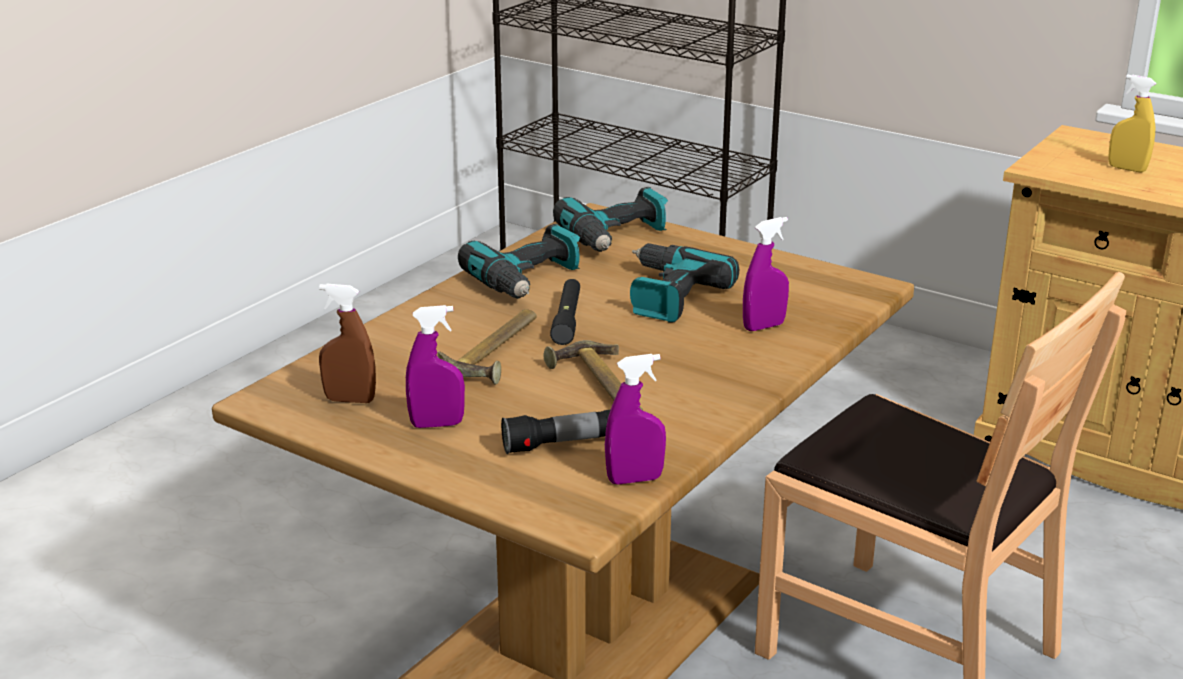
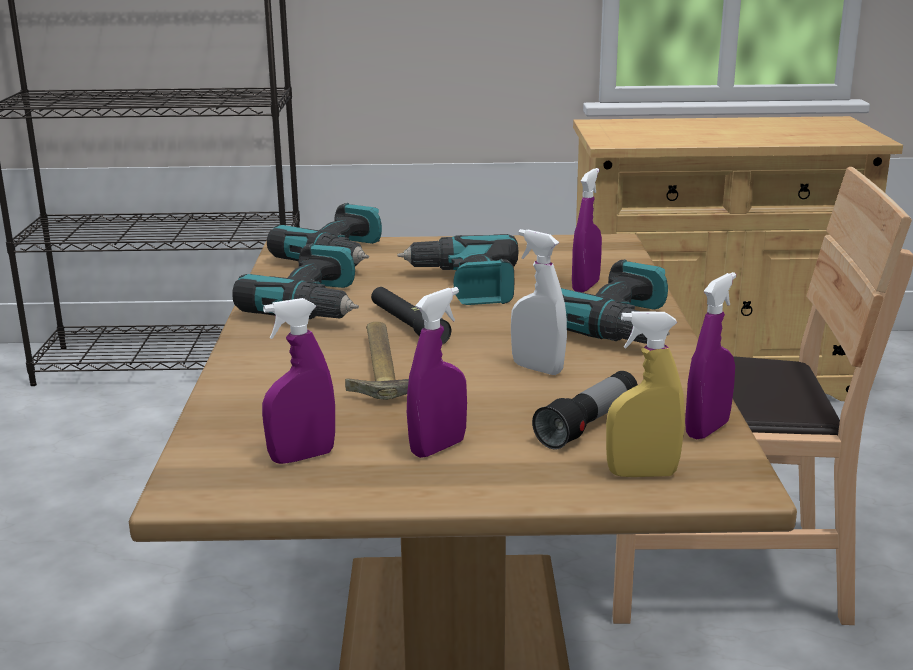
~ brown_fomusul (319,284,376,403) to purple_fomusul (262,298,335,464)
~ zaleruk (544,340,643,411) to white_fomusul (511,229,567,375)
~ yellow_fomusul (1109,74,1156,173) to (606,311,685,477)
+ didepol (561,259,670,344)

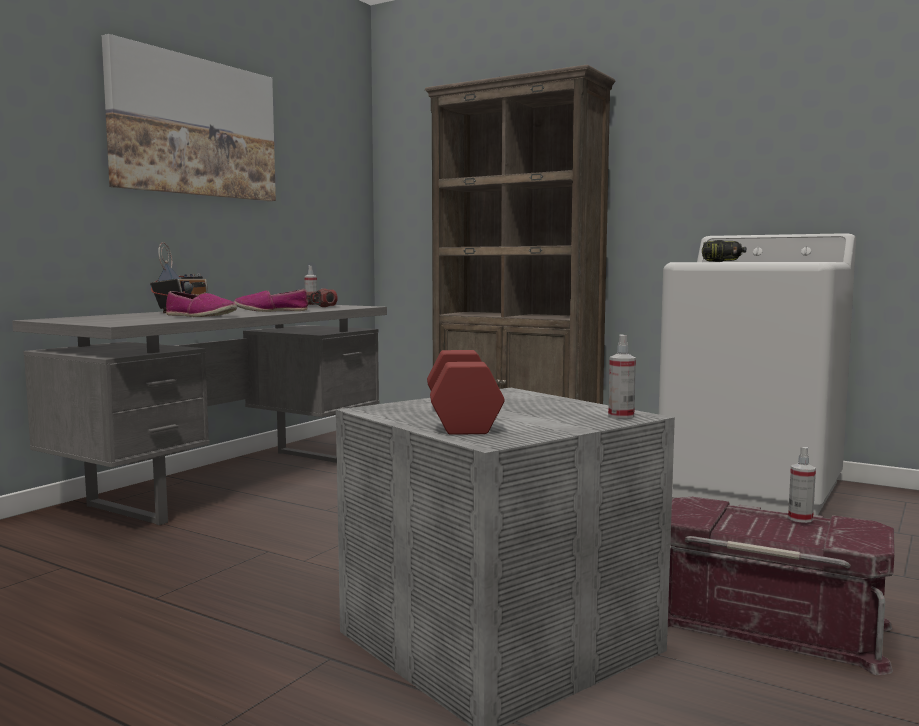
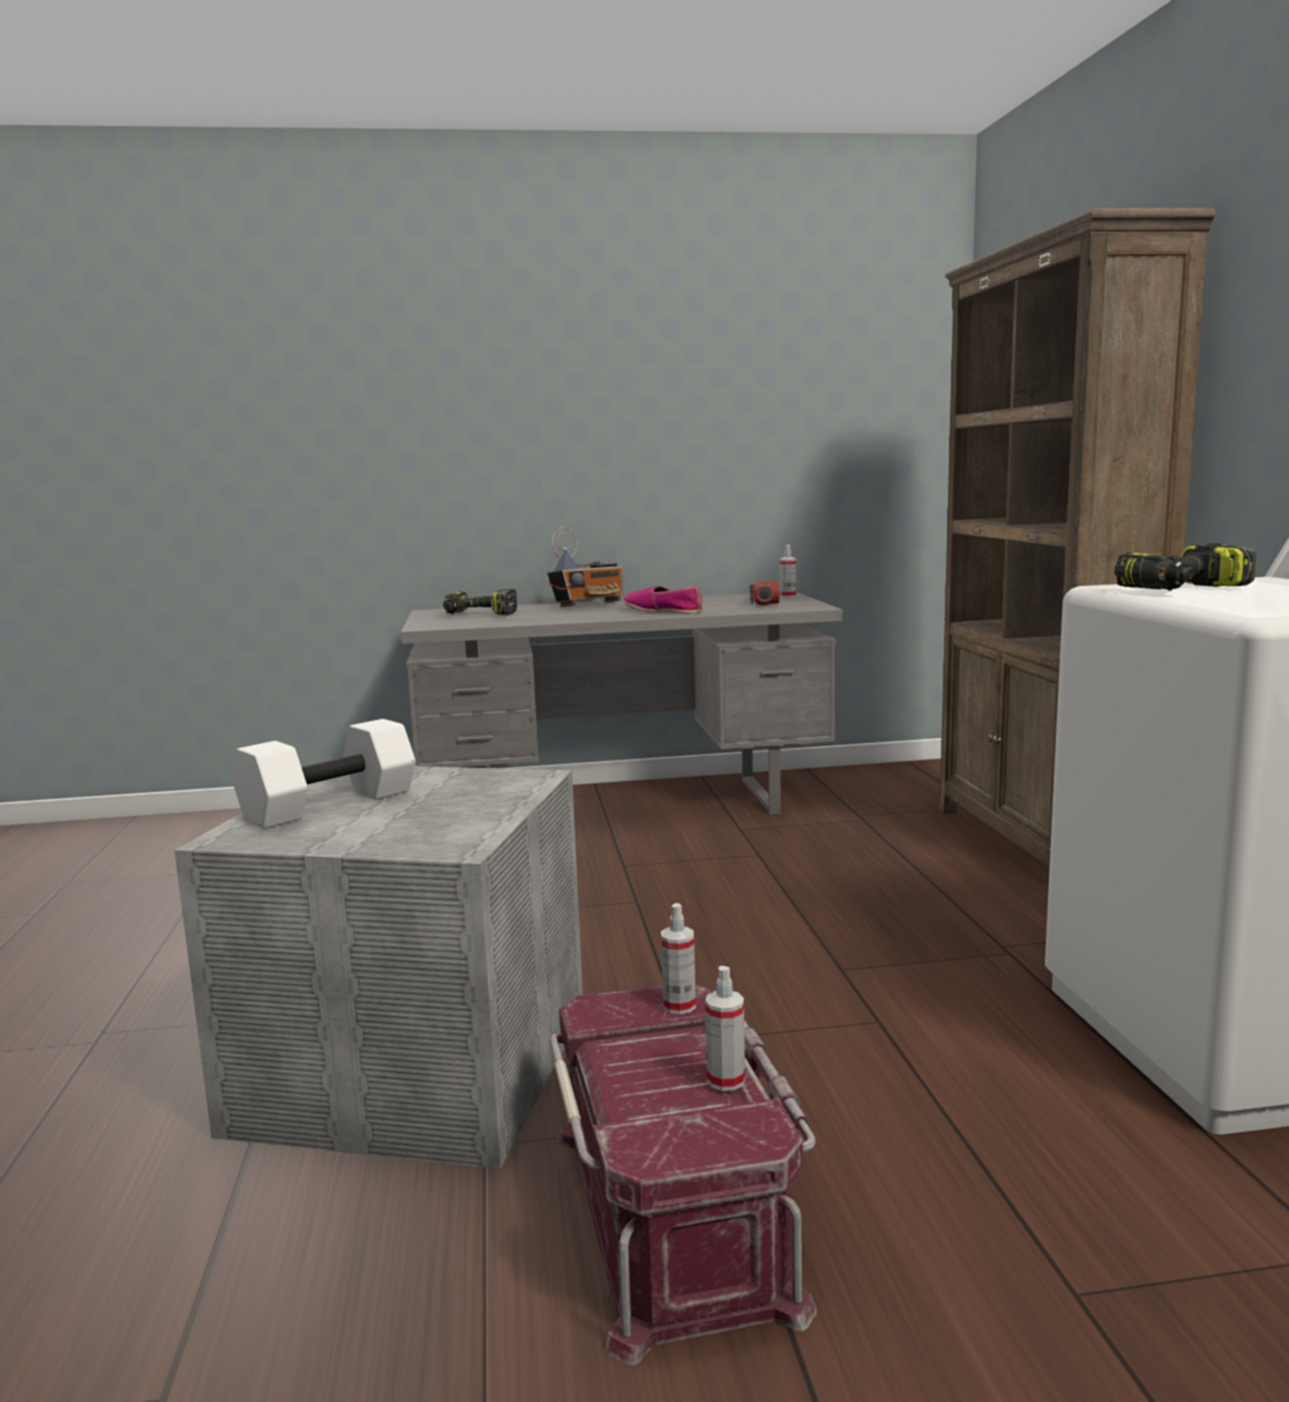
- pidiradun (102,34,276,201)
- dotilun (166,291,237,317)
~ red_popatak (427,350,505,435) to white_popatak (232,719,416,829)
~ fomusul (608,334,636,419) to (661,903,696,1014)
+ didepol (443,589,517,615)

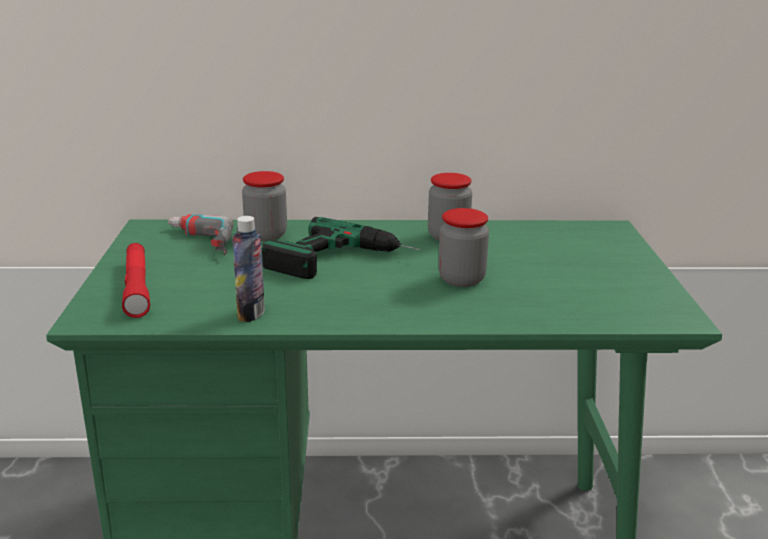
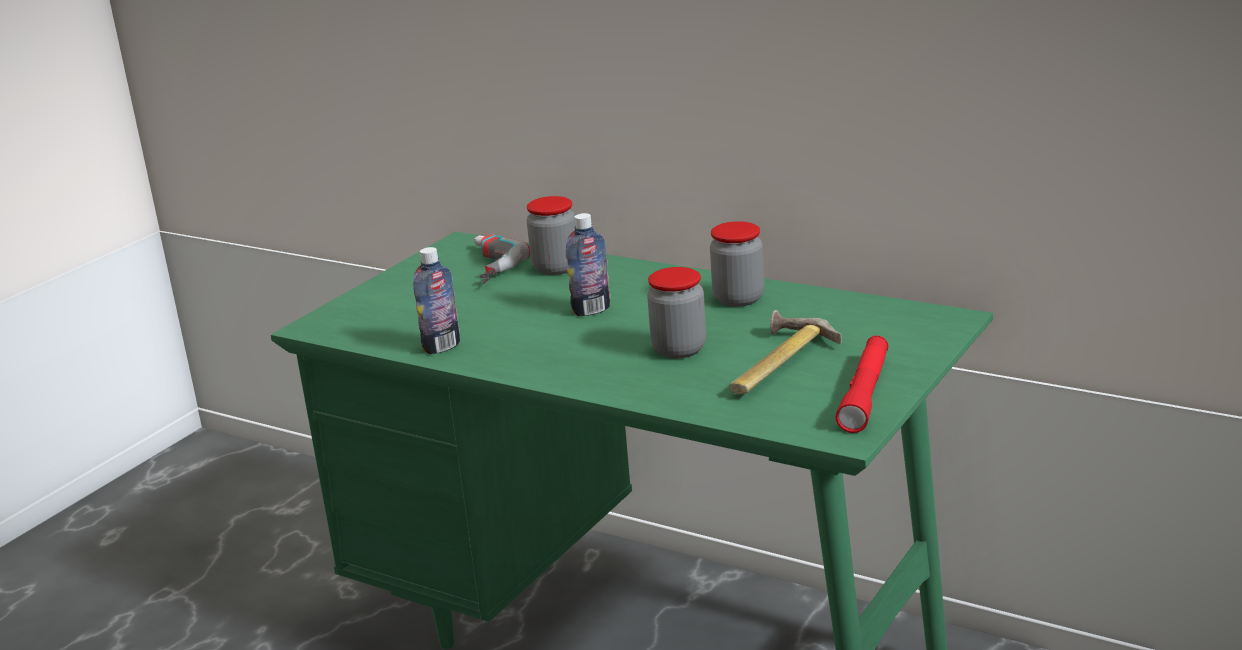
~ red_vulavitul (122,243,150,318) to (835,336,888,433)
~ didepol (262,217,421,279) to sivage (566,213,610,316)
+ zaleruk (729,310,842,395)

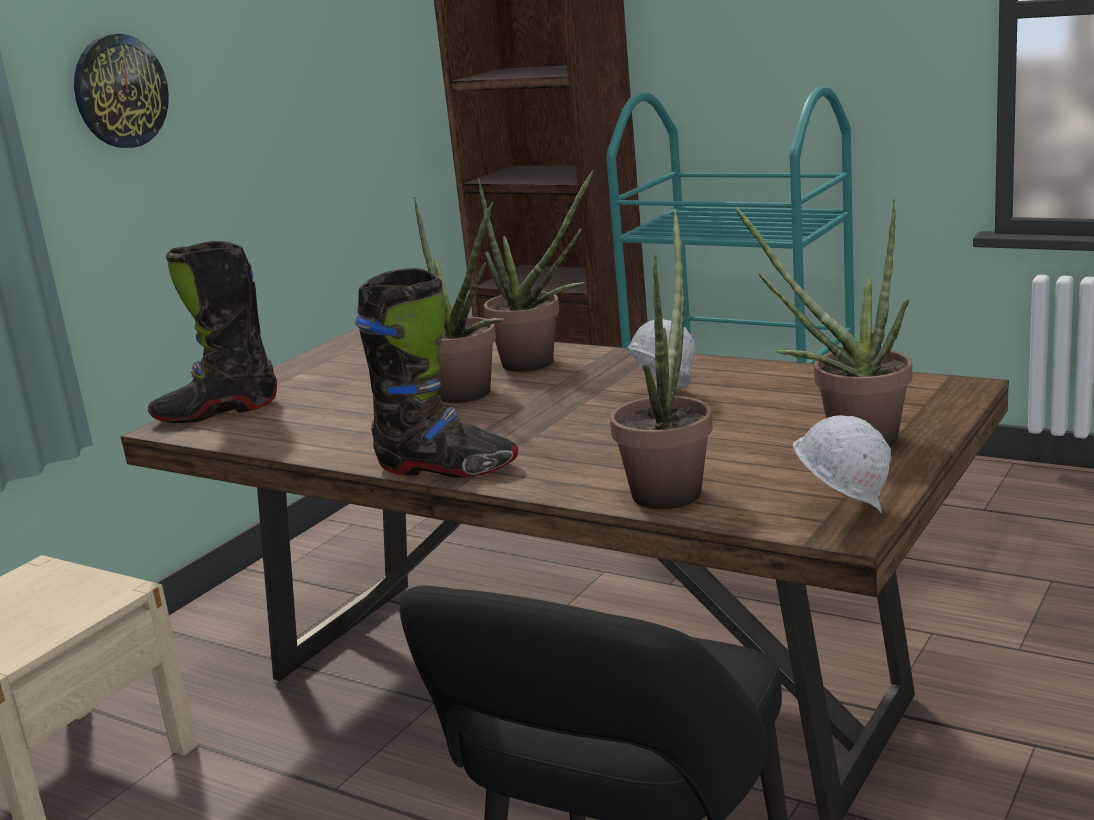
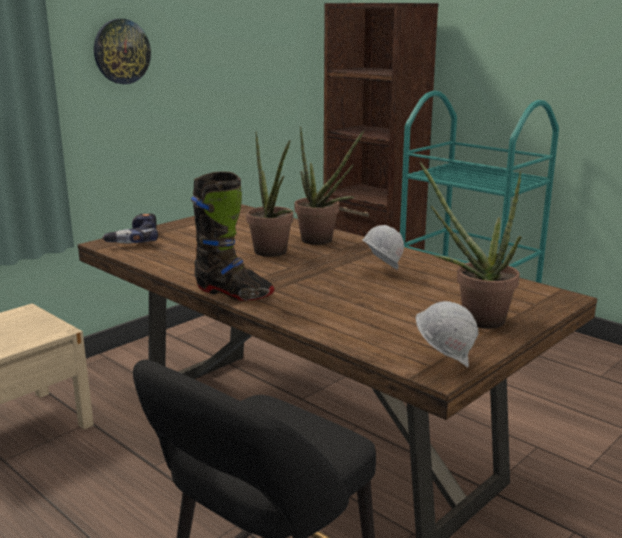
~ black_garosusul (148,241,277,423) to didepol (102,214,158,244)
- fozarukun (610,212,713,509)

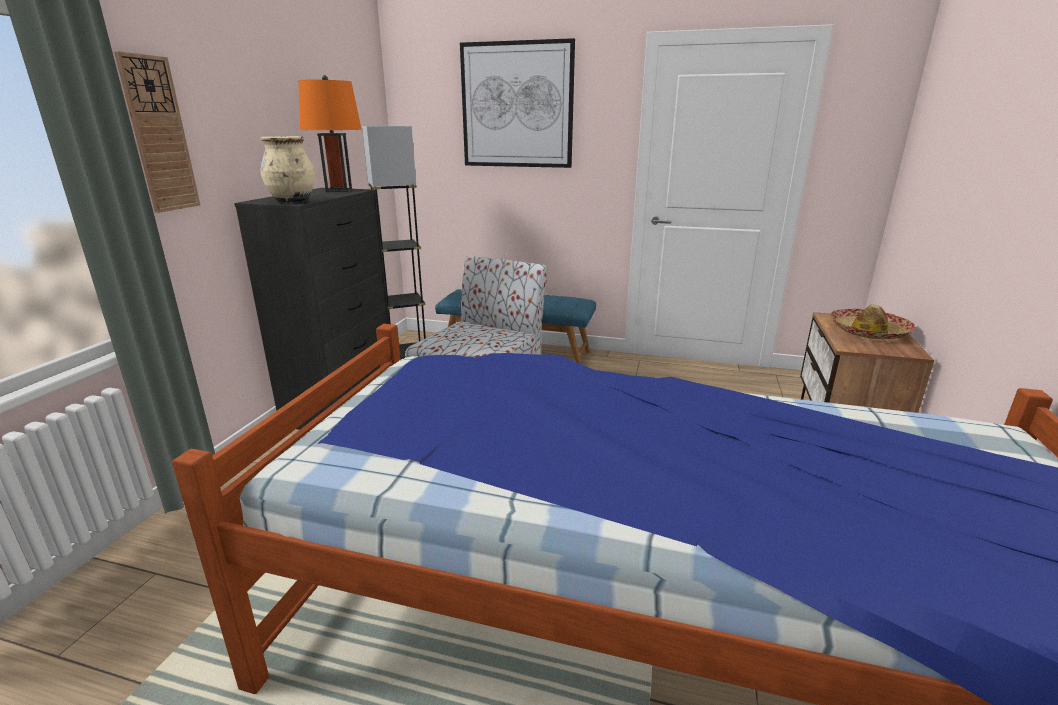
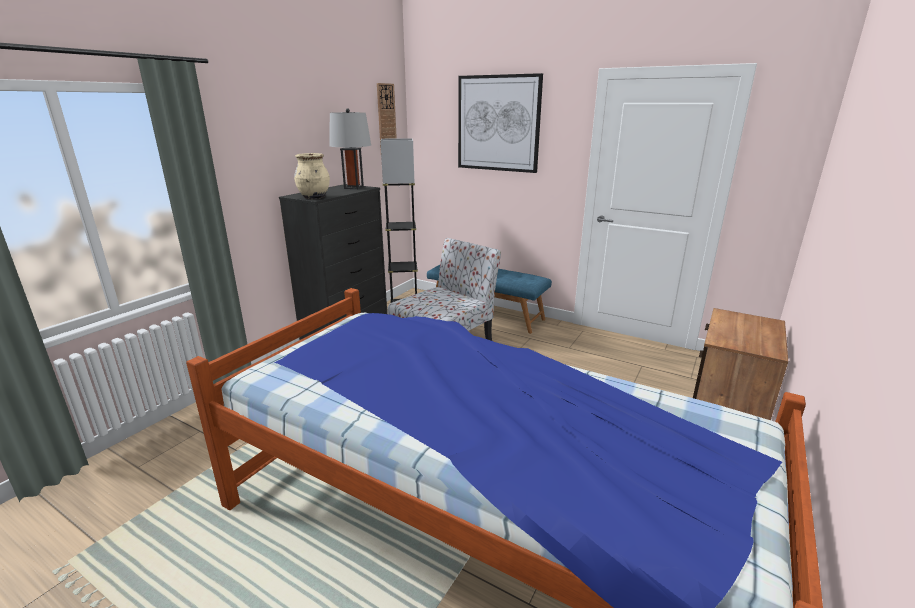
~ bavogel (114,51,200,213) to (377,83,397,148)
~ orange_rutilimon (298,75,362,192) to grey_rutilimon (329,108,371,189)
- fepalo (830,304,915,339)

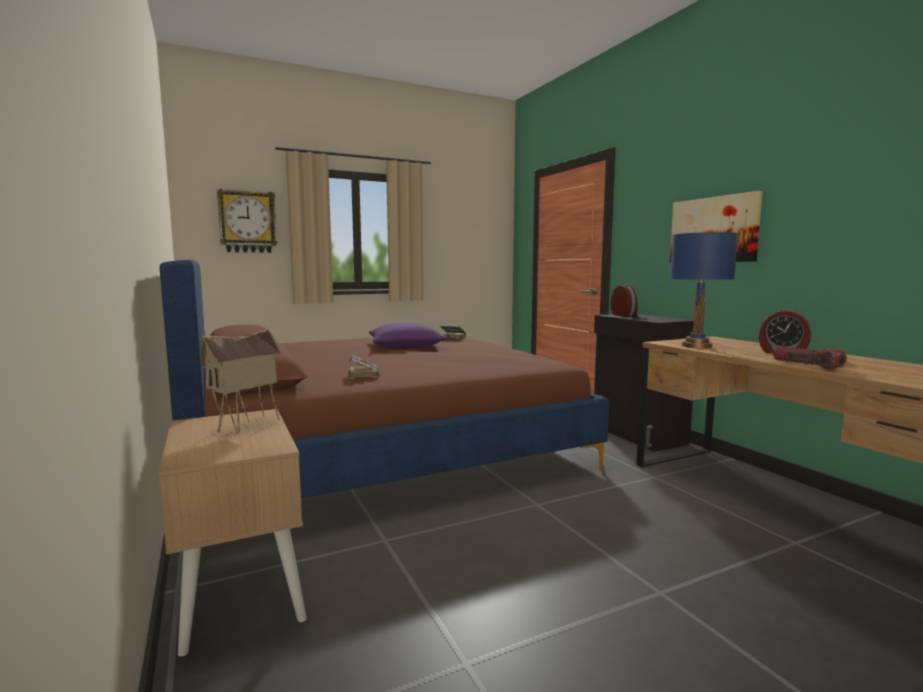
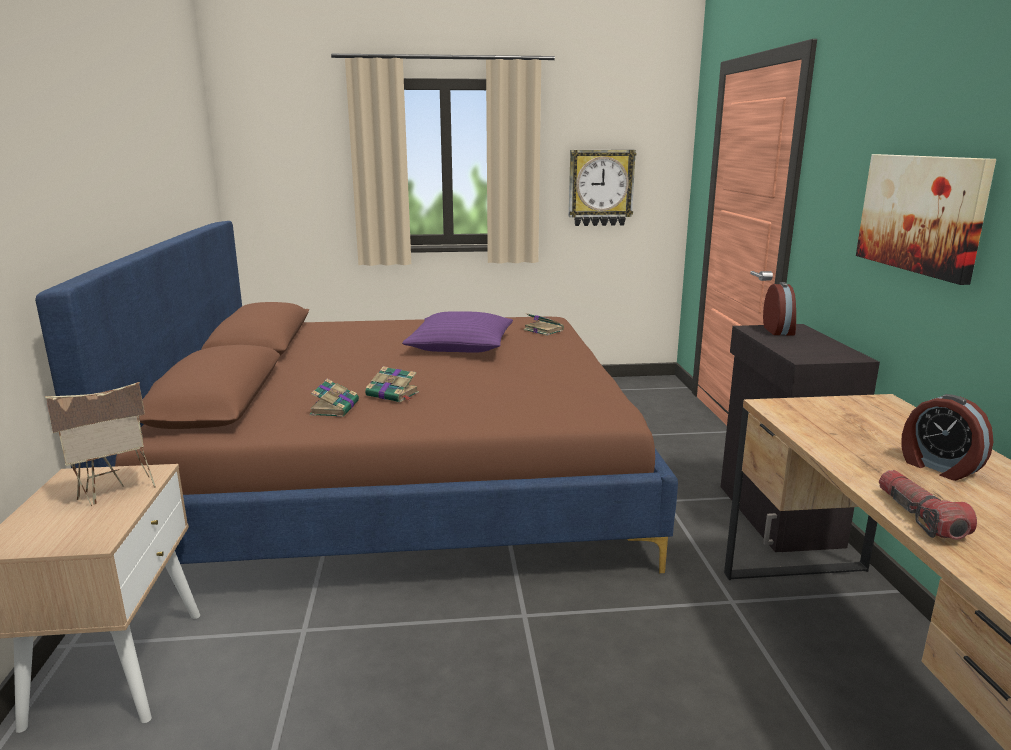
~ bavogel (217,189,277,253) to (569,150,636,226)
- blue_rutilimon (670,232,738,348)
+ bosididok (365,366,419,402)

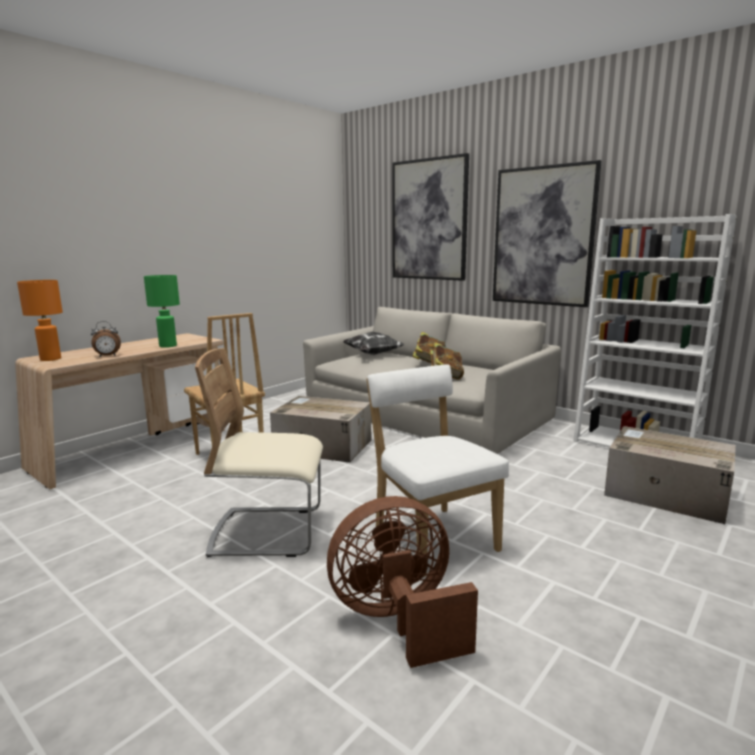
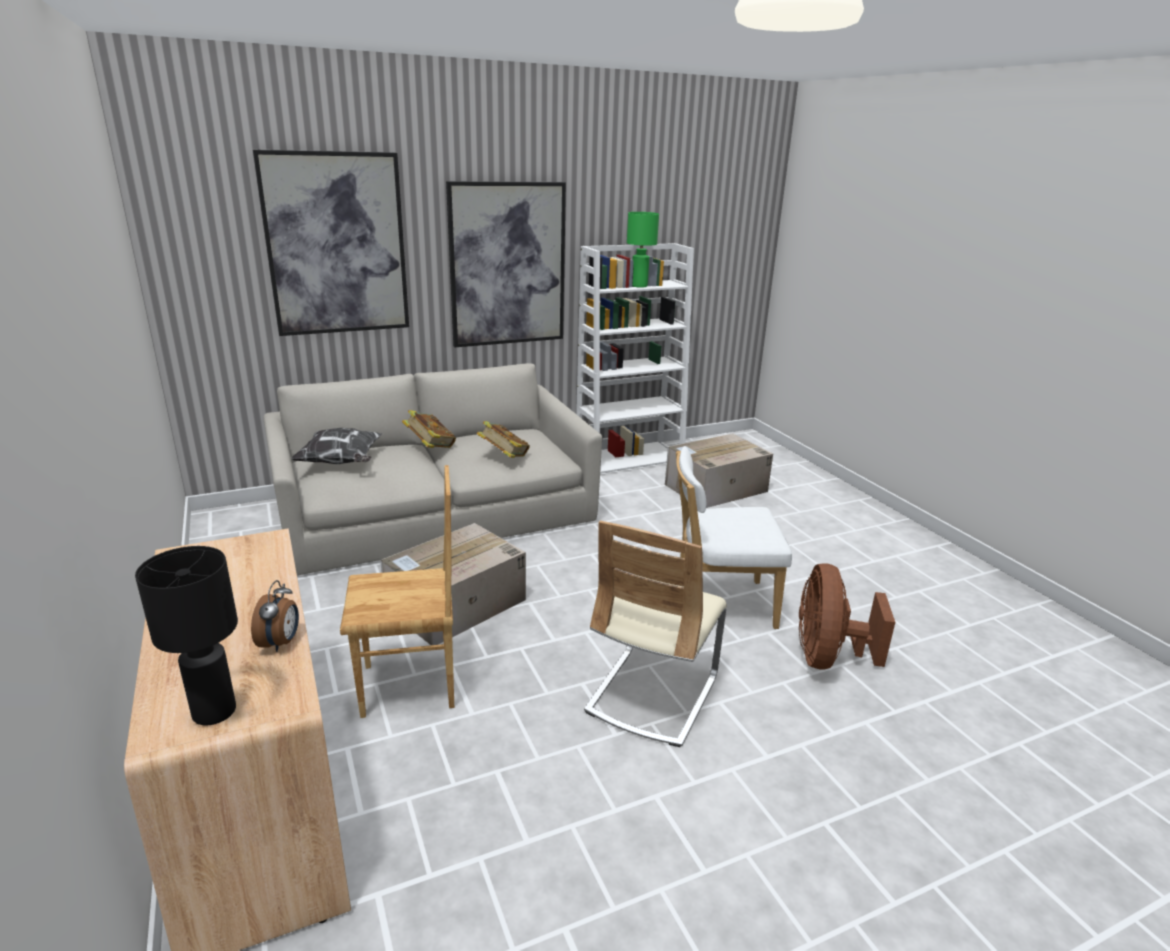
~ orange_rutilimon (17,280,63,361) to black_rutilimon (135,546,238,725)
~ green_rutilimon (144,275,180,348) to (627,212,659,287)

